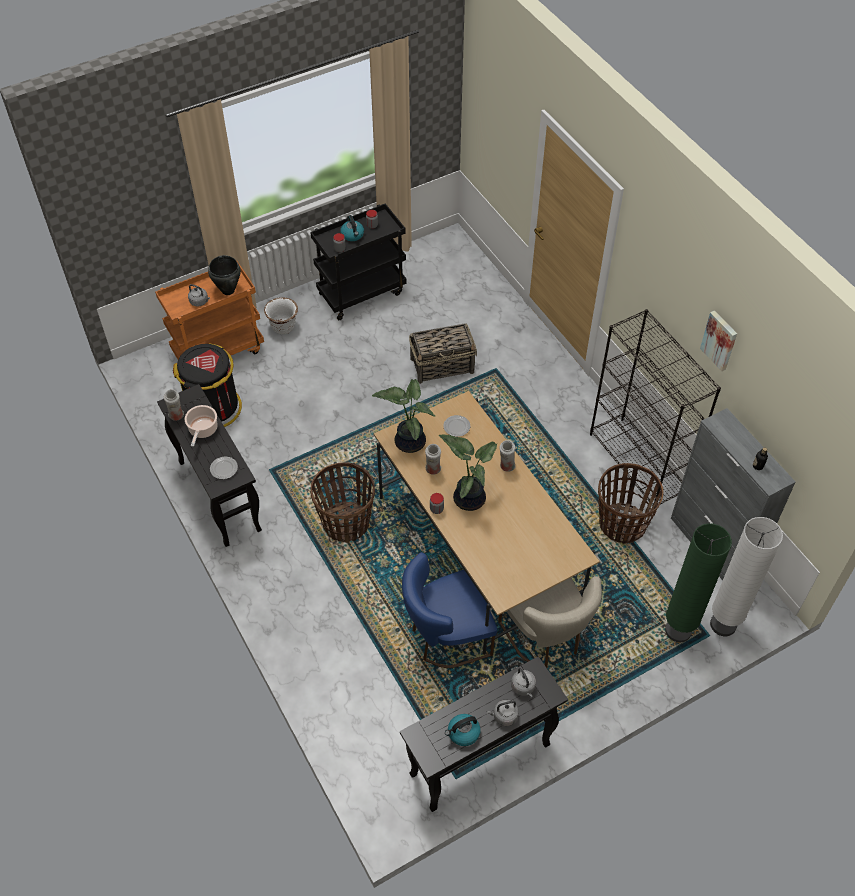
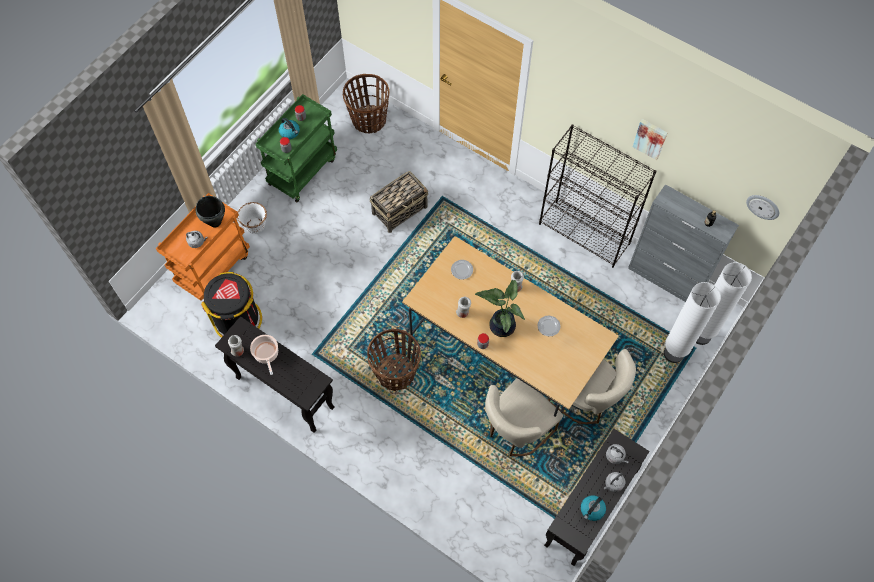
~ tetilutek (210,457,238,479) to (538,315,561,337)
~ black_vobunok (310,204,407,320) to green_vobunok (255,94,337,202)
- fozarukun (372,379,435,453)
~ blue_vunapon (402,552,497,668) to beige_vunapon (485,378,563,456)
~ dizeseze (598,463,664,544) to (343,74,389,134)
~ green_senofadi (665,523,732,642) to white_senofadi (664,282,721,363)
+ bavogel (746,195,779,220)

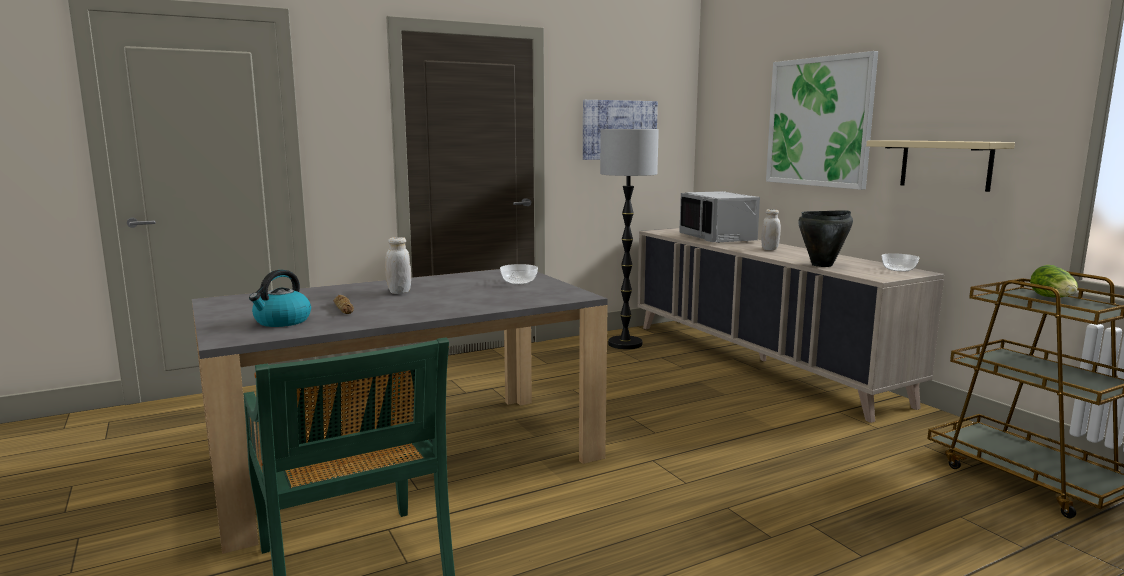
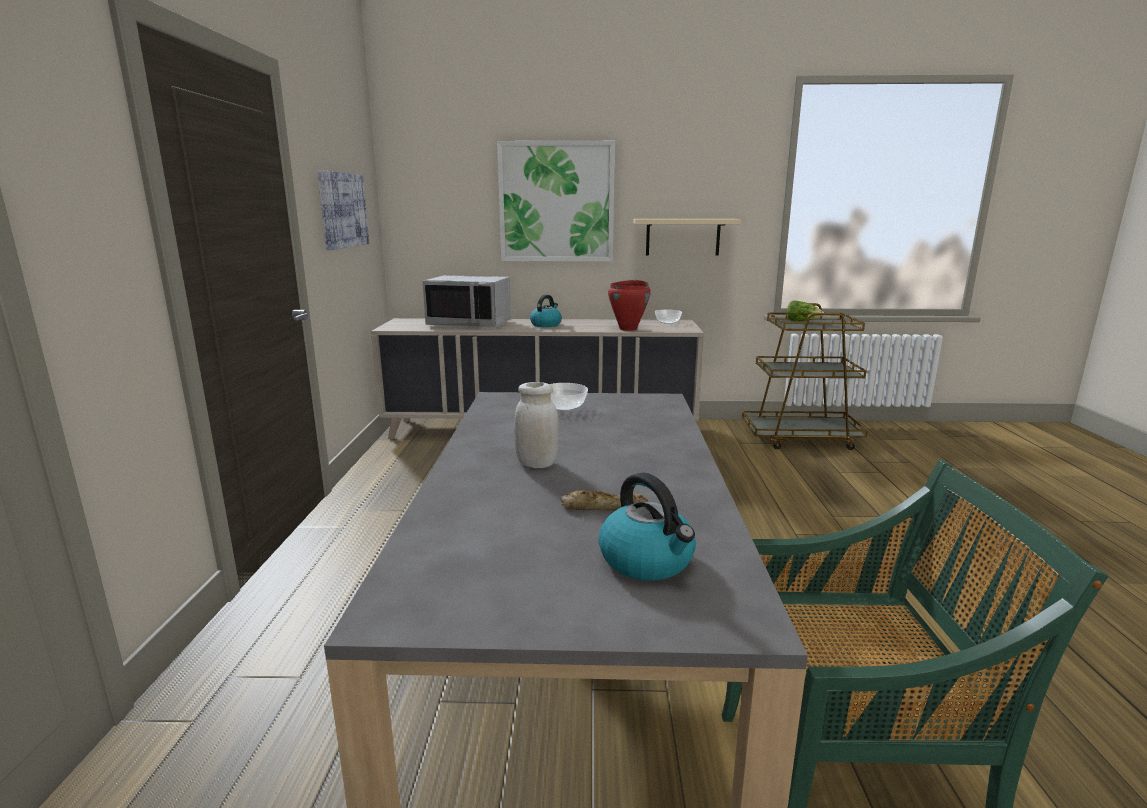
- senofadi (600,129,659,350)
~ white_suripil (761,209,781,250) to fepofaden (530,295,562,327)
~ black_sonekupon (798,210,853,267) to red_sonekupon (608,280,651,331)

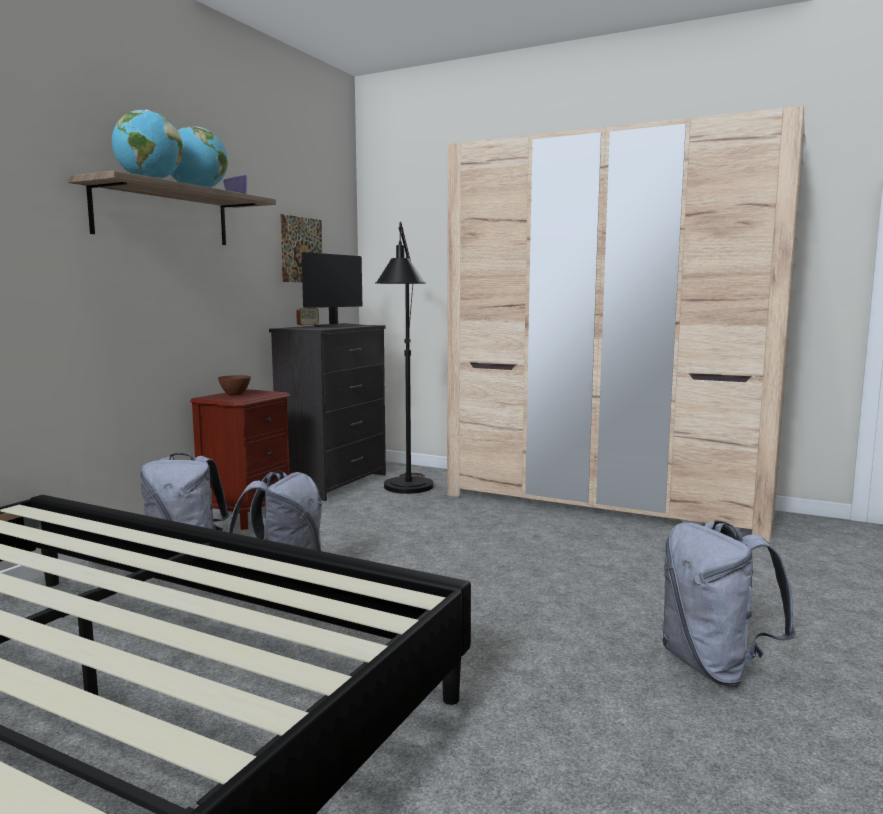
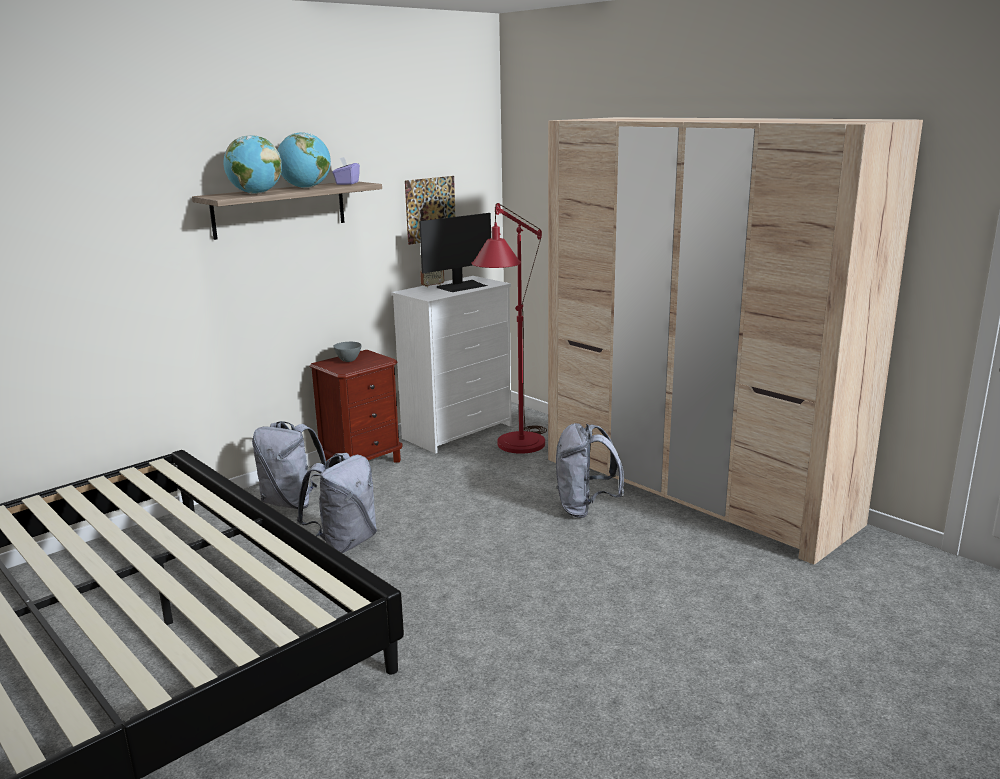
~ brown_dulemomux (218,375,251,396) to grey_dulemomux (333,342,362,362)
~ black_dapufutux (269,325,386,501) to white_dapufutux (391,276,512,454)
~ black_senofadi (375,222,434,494) to red_senofadi (471,203,547,454)
~ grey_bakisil (662,520,796,687) to (556,423,624,518)

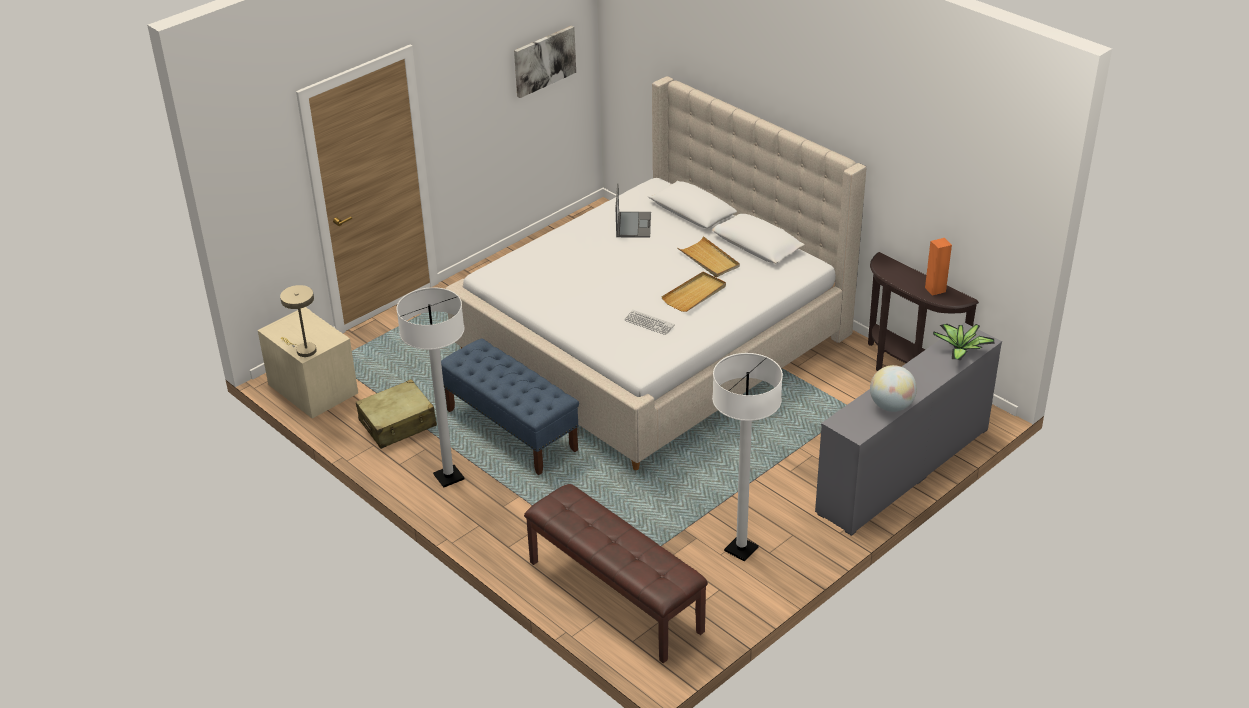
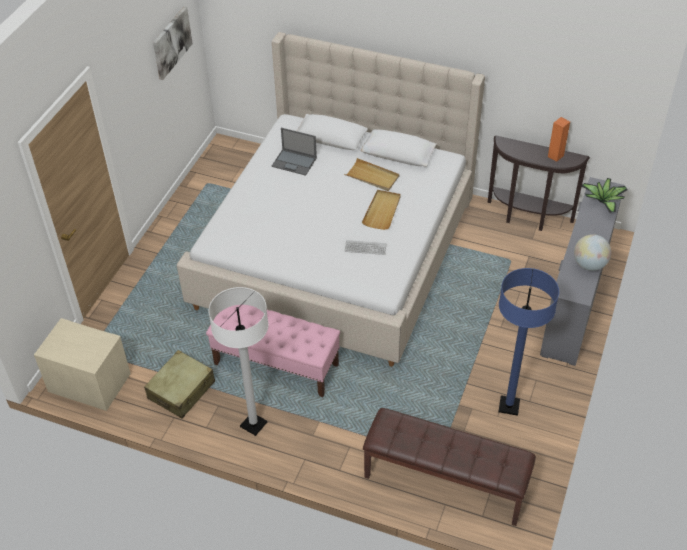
- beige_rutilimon (280,285,317,357)
~ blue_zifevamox (441,339,579,475) to pink_zifevamox (206,305,340,397)
~ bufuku (615,183,651,237) = (271,128,317,176) 135 degrees clockwise
~ white_senofadi (712,353,783,561) to blue_senofadi (498,268,559,416)

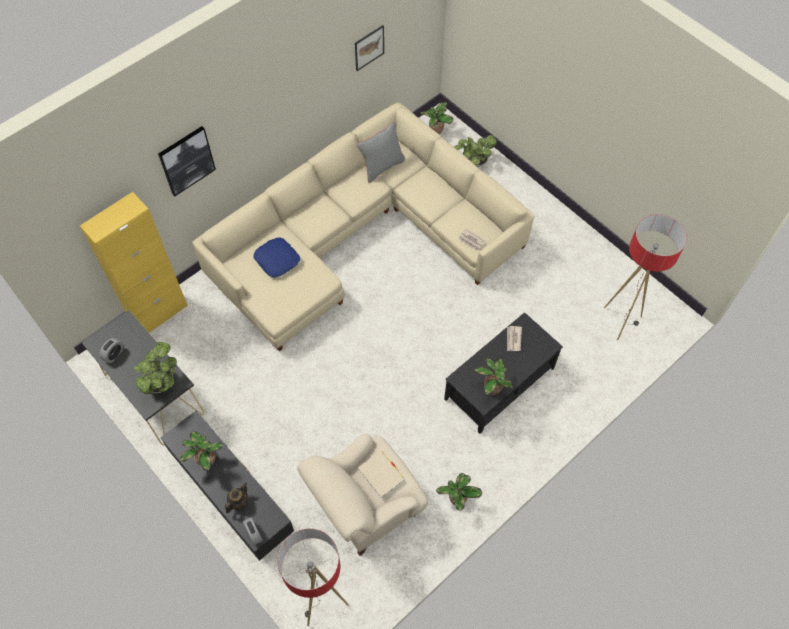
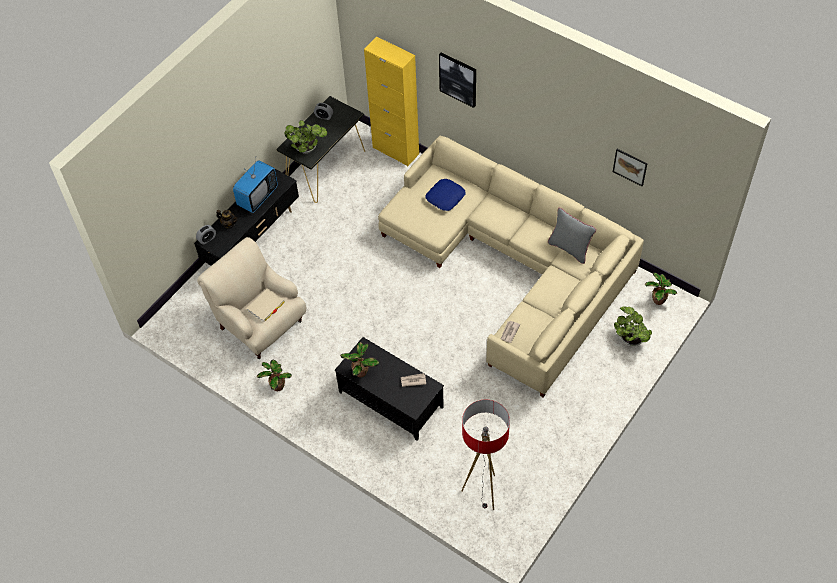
~ fozarukun (180,431,223,470) to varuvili (233,158,278,213)
- senofadi (277,529,349,627)

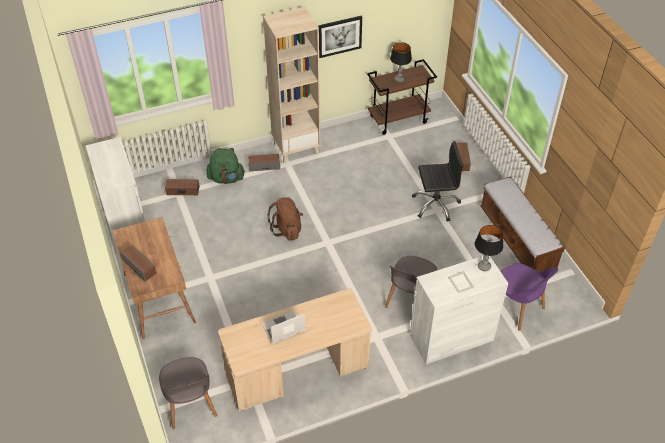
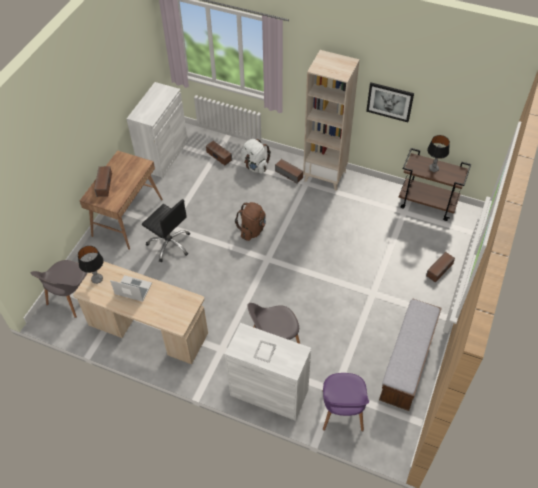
~ green_bakisil (206,148,245,184) to white_bakisil (241,139,271,174)
~ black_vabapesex (412,141,464,222) to (142,199,190,262)
~ rutilimon (475,225,503,271) to (78,246,104,284)

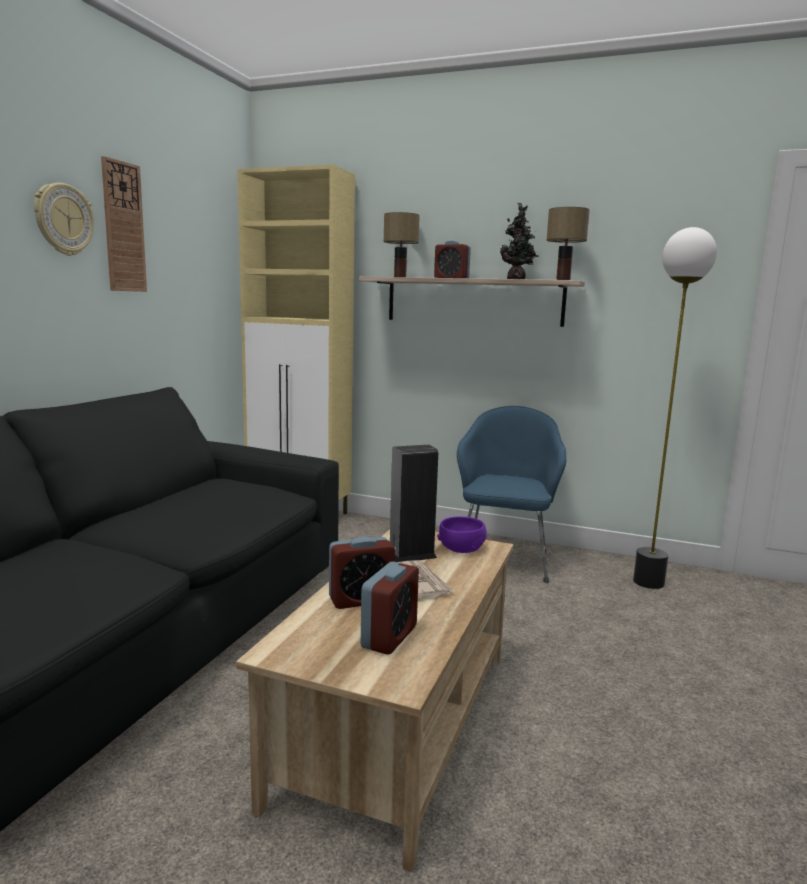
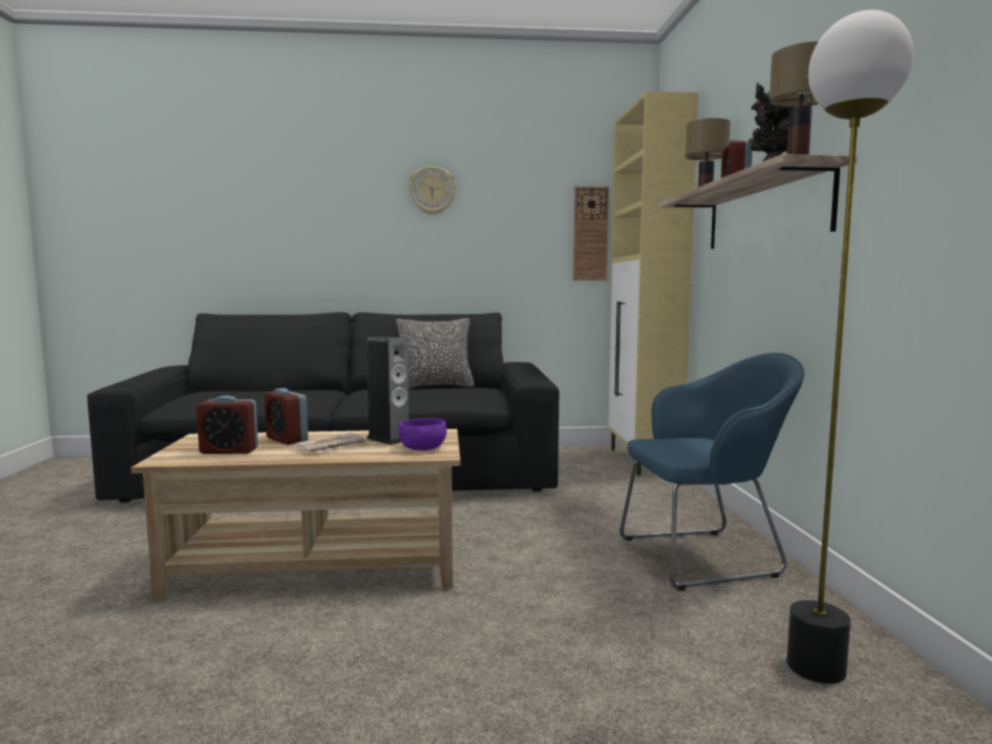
~ bavogel (101,156,147,292) to (573,186,609,280)
+ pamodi (396,318,474,388)

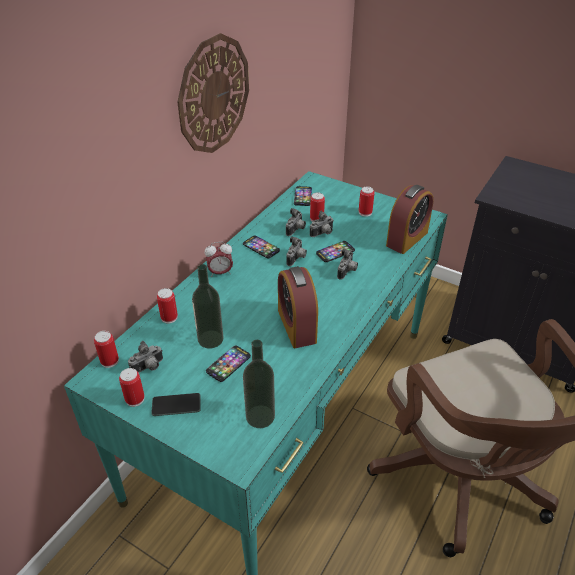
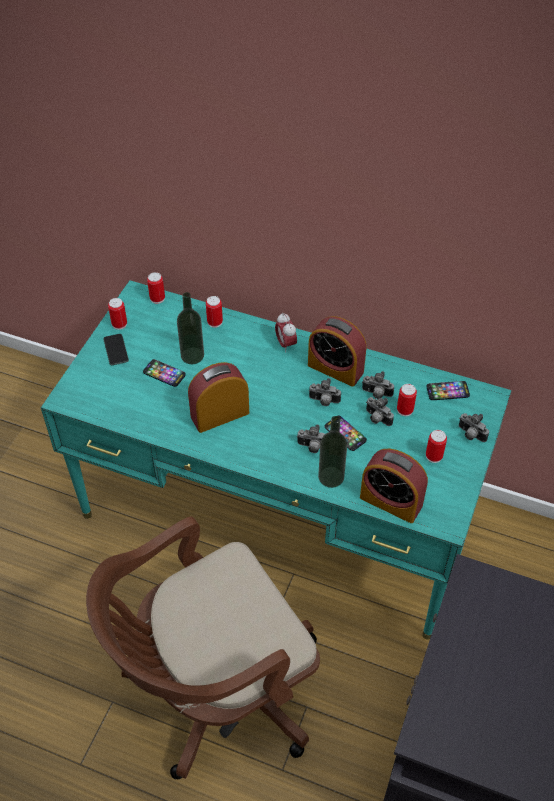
~ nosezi (128,341,163,373) to (459,413,489,442)
- bavogel (177,33,249,153)
~ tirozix (243,235,280,259) to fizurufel (308,316,366,387)
~ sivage (243,340,275,428) to (318,416,347,488)

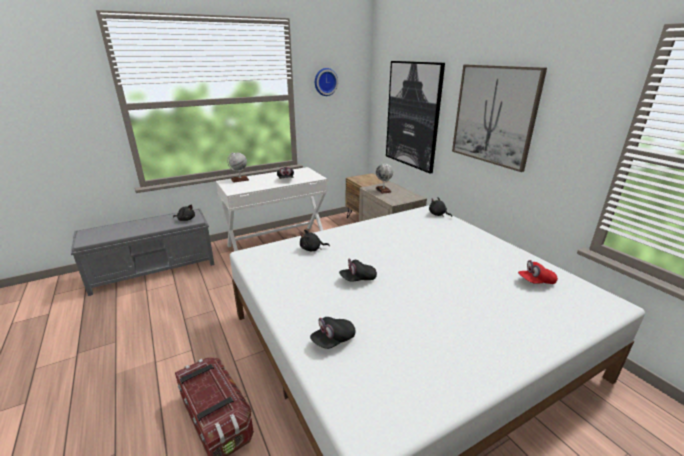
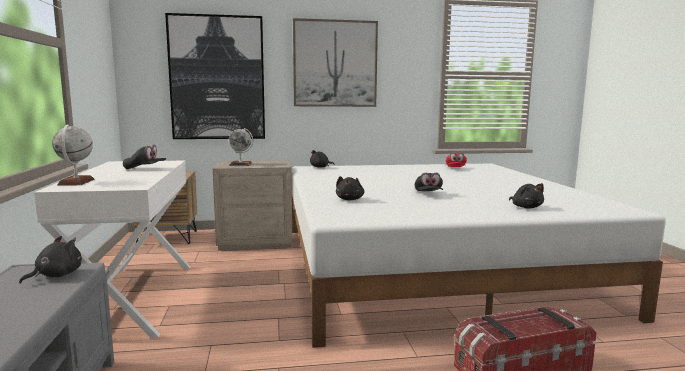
~ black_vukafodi (310,317,356,349) to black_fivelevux (509,183,544,208)
- bavogel (315,68,338,96)

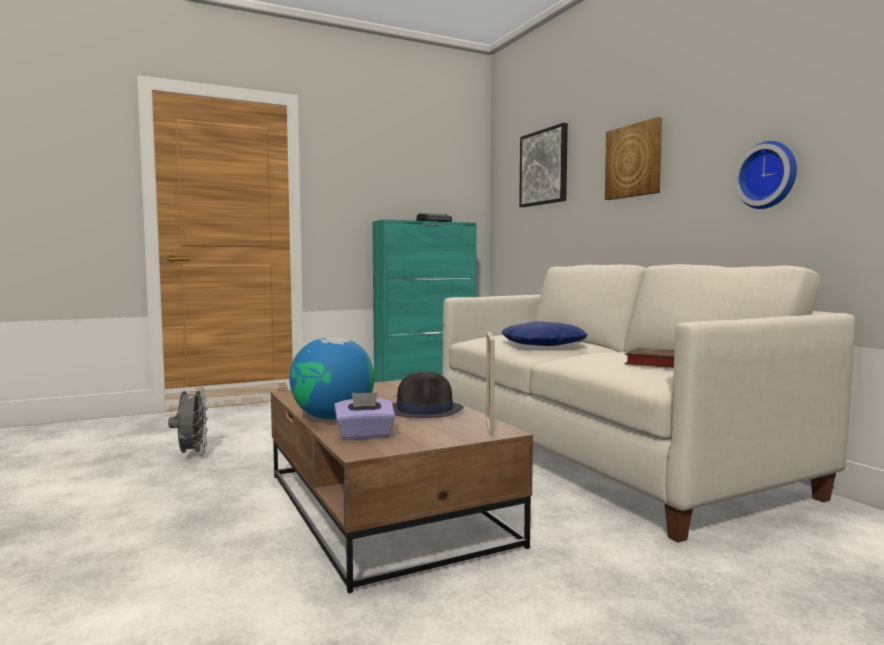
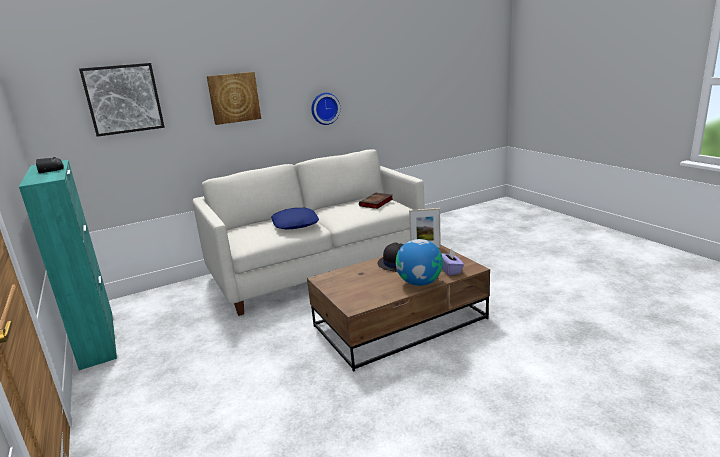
- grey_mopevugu (168,386,208,457)

